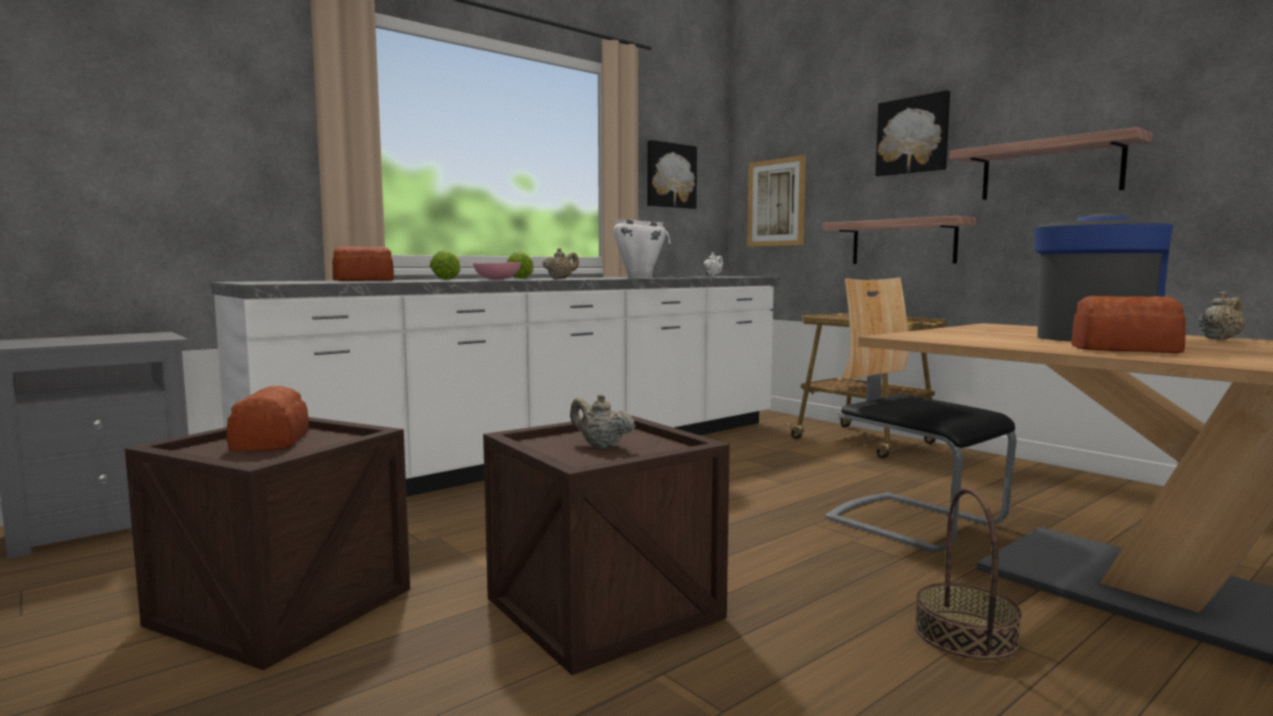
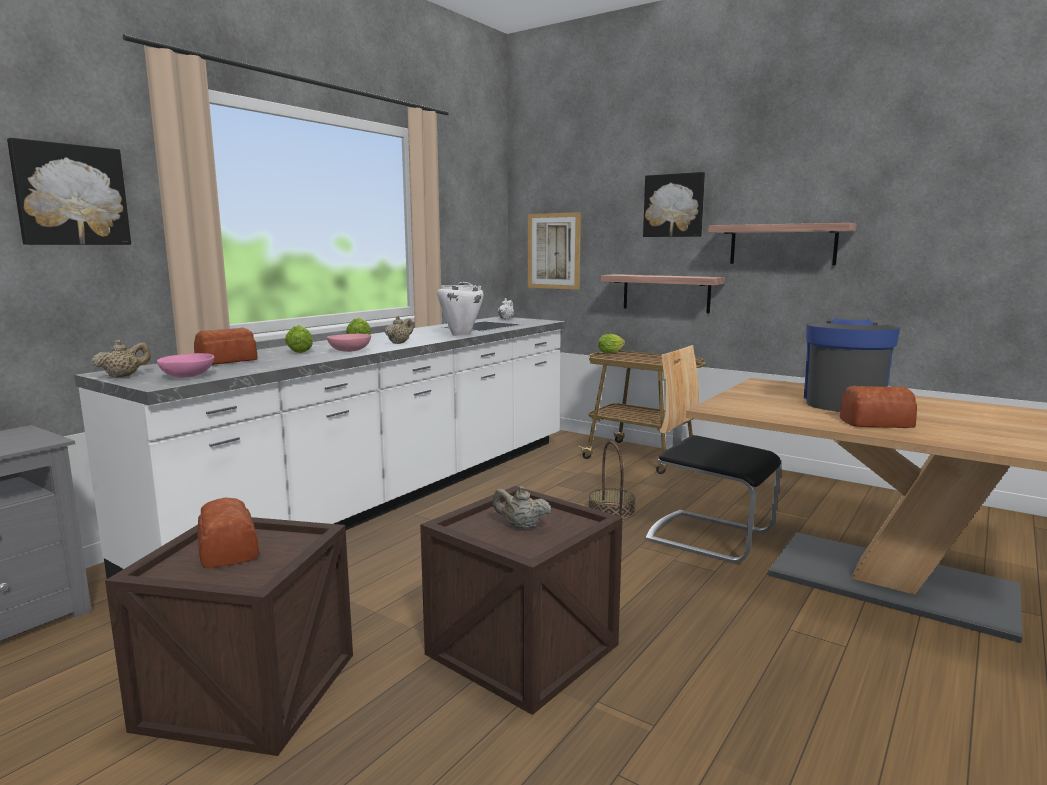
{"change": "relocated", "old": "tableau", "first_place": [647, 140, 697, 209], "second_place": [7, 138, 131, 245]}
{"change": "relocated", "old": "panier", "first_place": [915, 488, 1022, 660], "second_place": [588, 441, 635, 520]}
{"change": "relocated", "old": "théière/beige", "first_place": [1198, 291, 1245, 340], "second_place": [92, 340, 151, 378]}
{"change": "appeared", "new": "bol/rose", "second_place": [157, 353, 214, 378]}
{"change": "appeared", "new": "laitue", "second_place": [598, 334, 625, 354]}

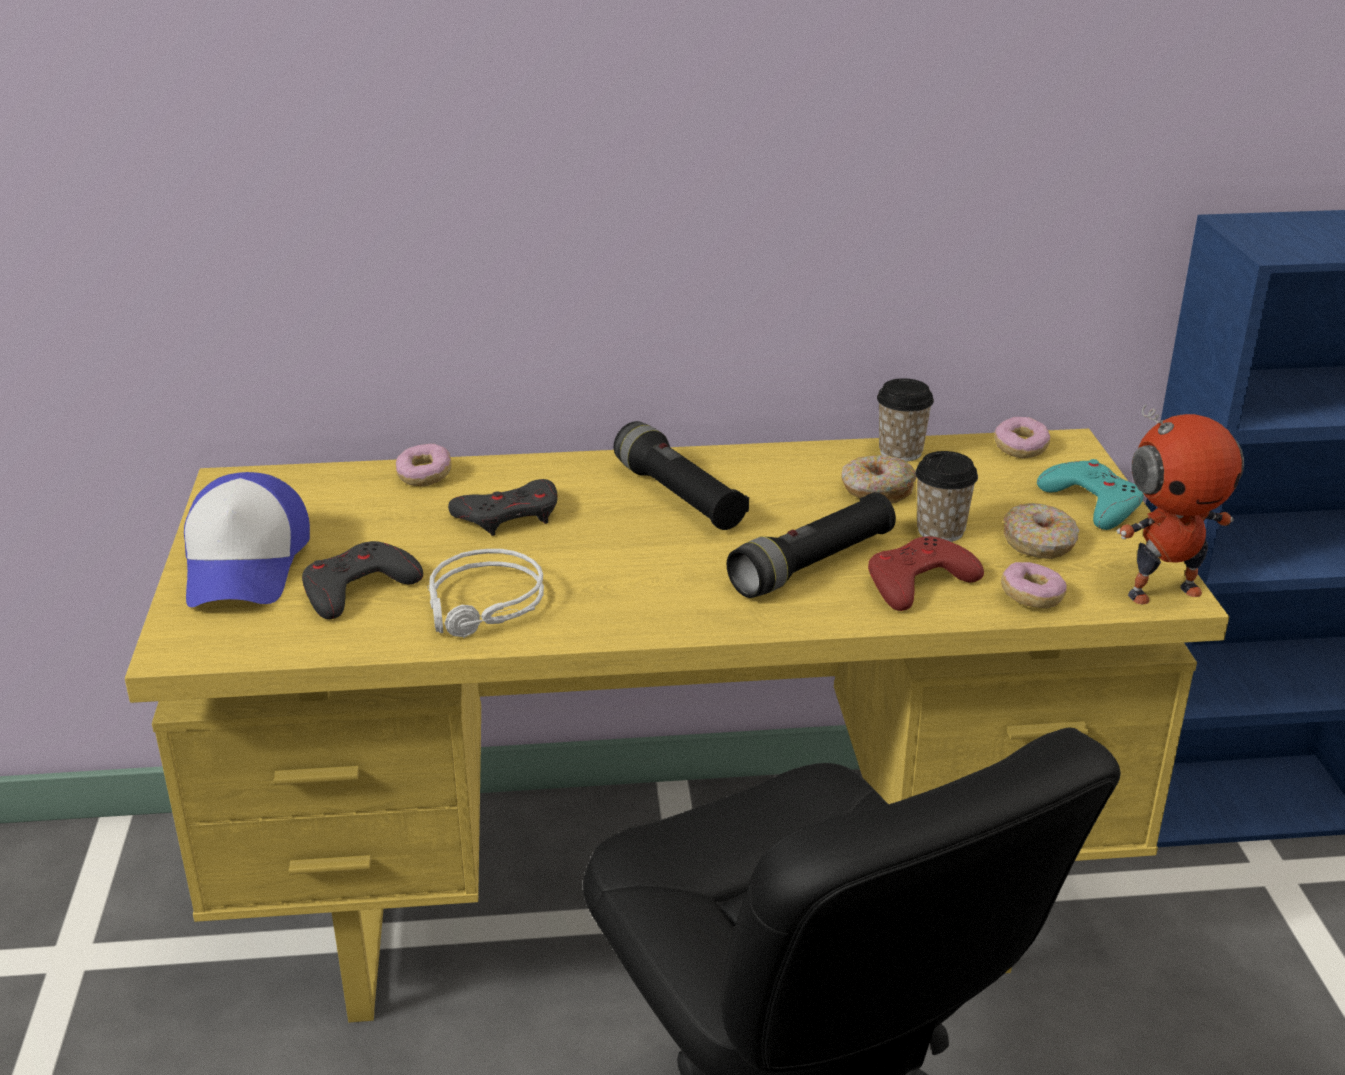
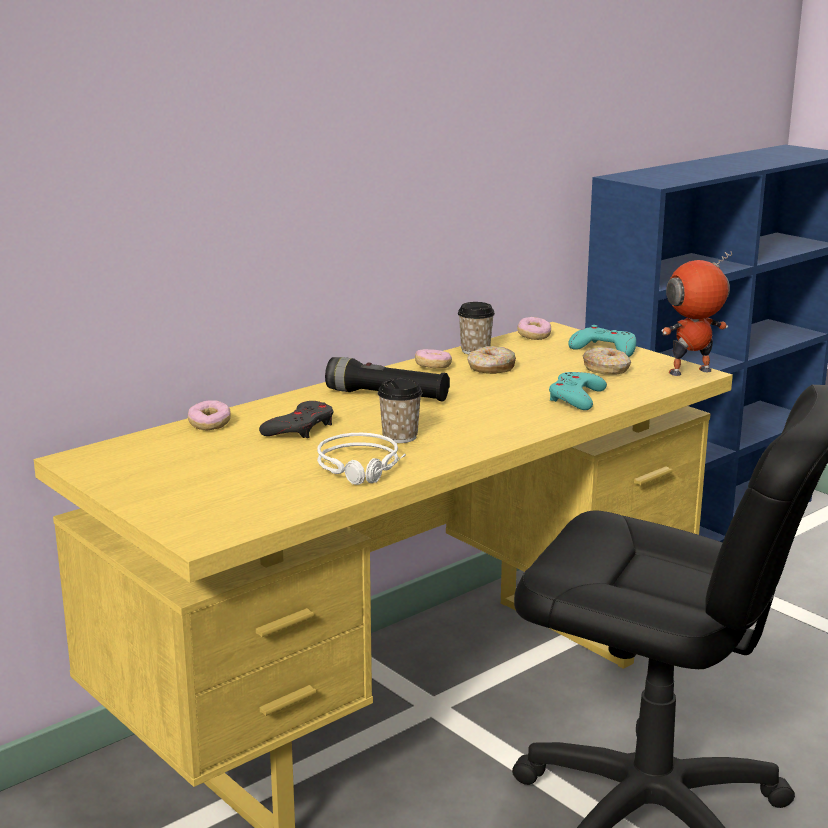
{"change": "missing", "old": "casquette", "first_place": [184, 472, 310, 607]}
{"change": "missing", "old": "manette/gris", "first_place": [302, 541, 423, 620]}
{"change": "missing", "old": "lampe de poche/noir", "first_place": [727, 492, 896, 598]}
{"change": "colour", "old": "manette/rouge", "new": "manette/turquoise", "first_place": [868, 536, 984, 611], "second_place": [549, 372, 607, 410]}
{"change": "relocated", "old": "tasse", "first_place": [915, 451, 978, 542], "second_place": [378, 378, 422, 443]}
{"change": "relocated", "old": "beignet", "first_place": [1001, 562, 1067, 609], "second_place": [415, 349, 452, 368]}
{"change": "spun", "old": "robot jouet", "first_place": [1117, 404, 1244, 604], "second_place": [662, 251, 732, 376], "degrees": -150}

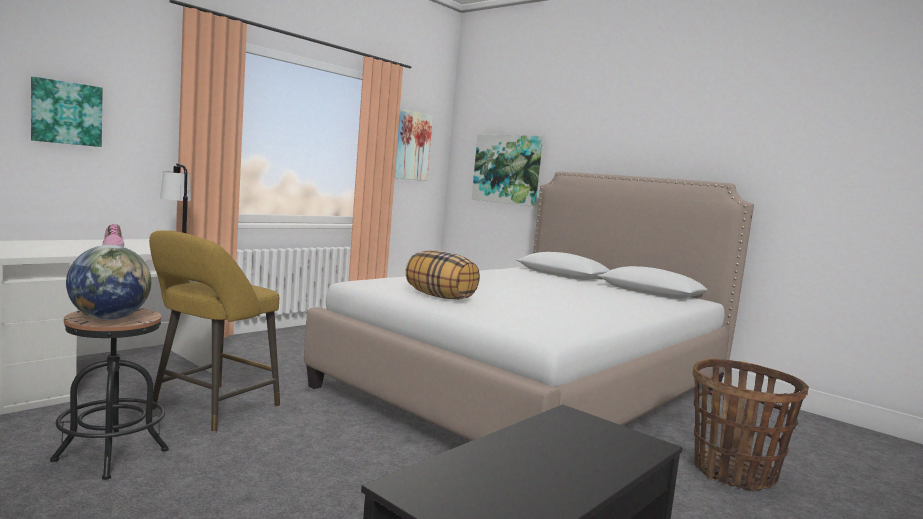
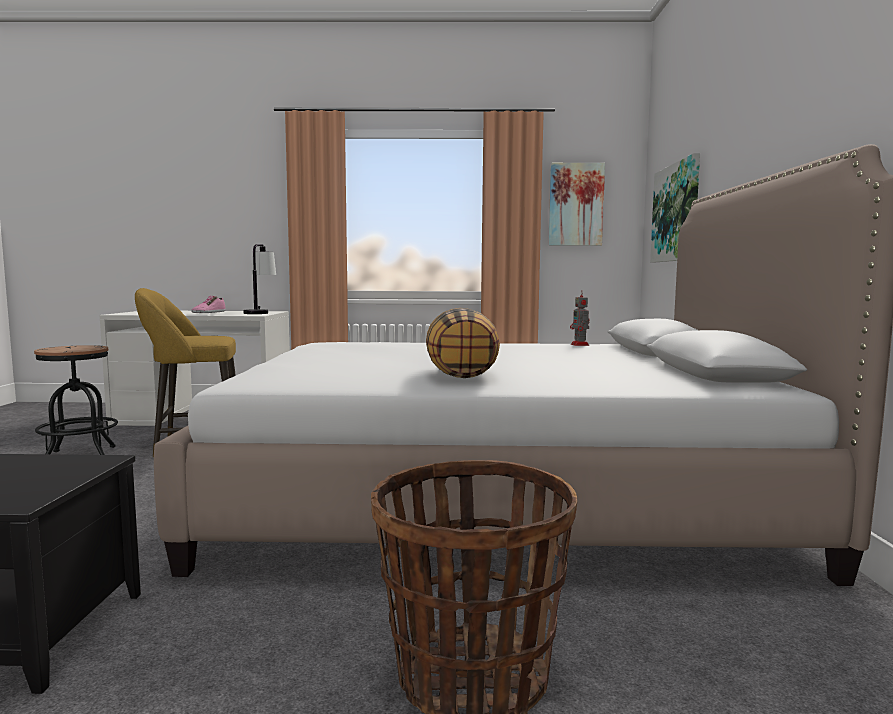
{"change": "missing", "old": "tableau", "first_place": [31, 77, 103, 147]}
{"change": "missing", "old": "globe", "first_place": [66, 245, 151, 320]}
{"change": "relocated", "old": "coussin", "first_place": [405, 250, 480, 300], "second_place": [426, 308, 500, 378]}
{"change": "appeared", "new": "robot jouet", "second_place": [570, 291, 590, 346]}

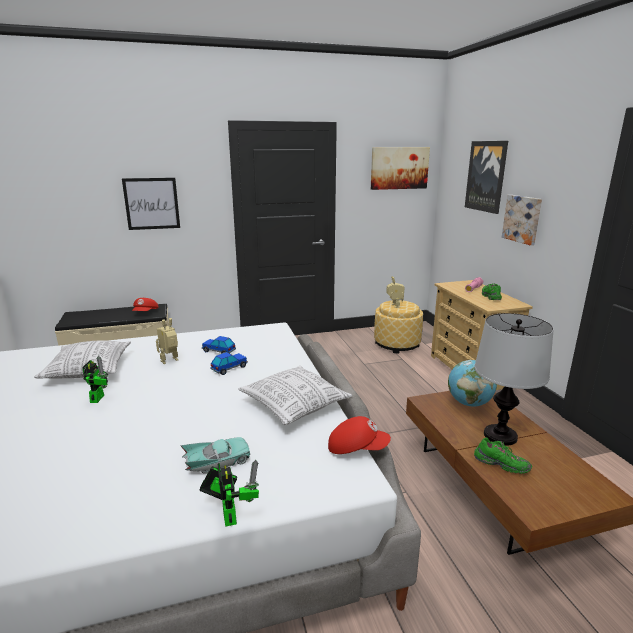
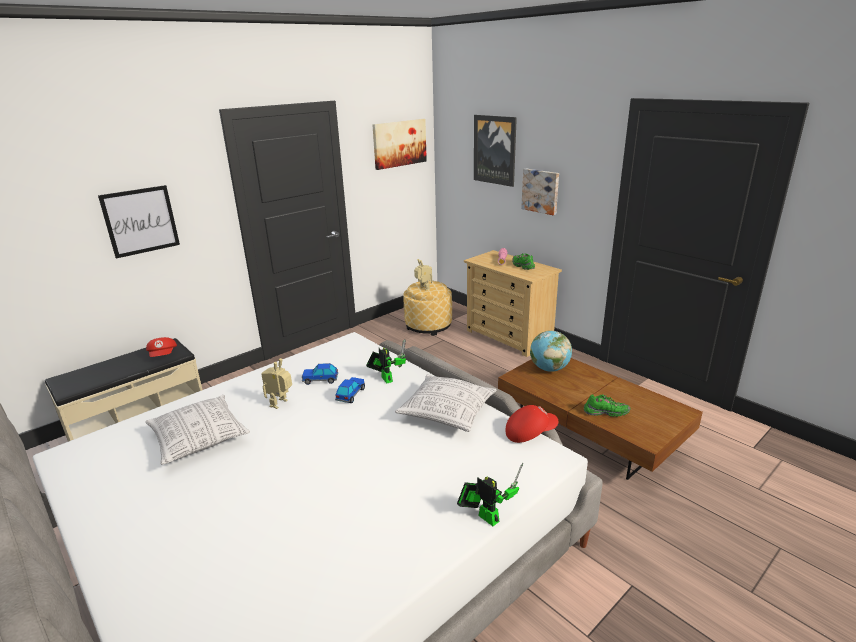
{"change": "relocated", "old": "robot jouet", "first_place": [82, 356, 108, 403], "second_place": [366, 339, 406, 384]}
{"change": "missing", "old": "petite voiture/turquoise", "first_place": [180, 437, 250, 474]}
{"change": "missing", "old": "lampe de table", "first_place": [474, 313, 554, 446]}

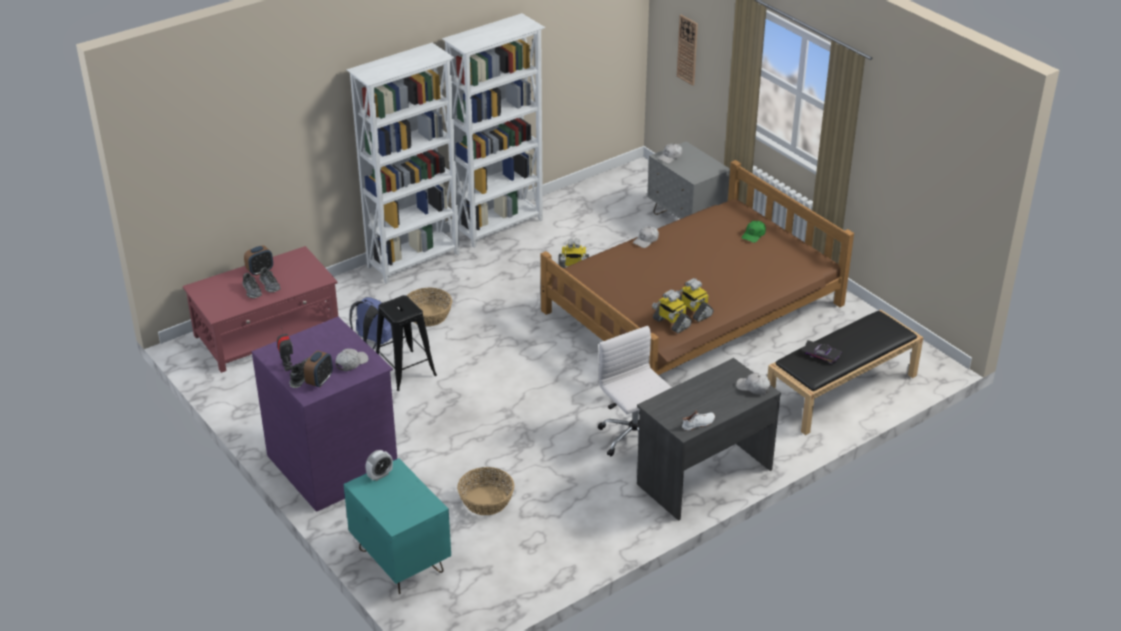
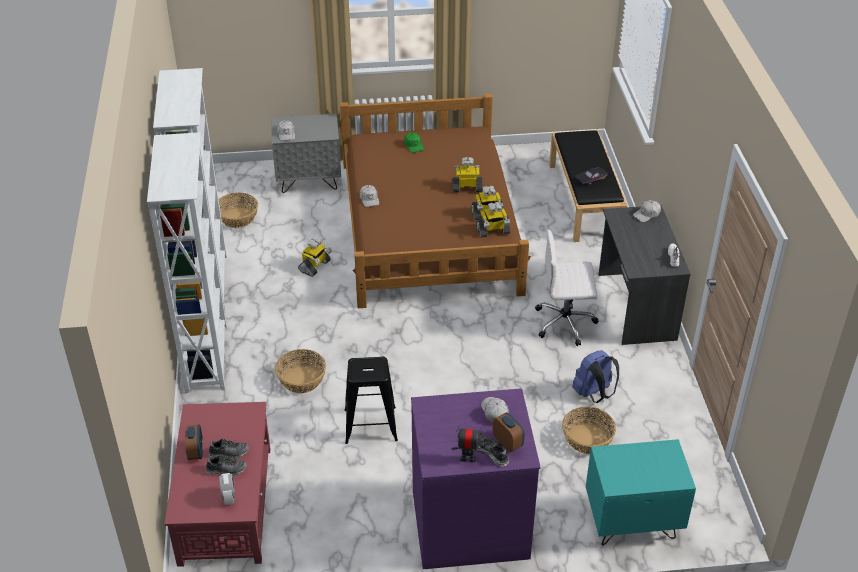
{"change": "relocated", "old": "sac à dos/bleu", "first_place": [350, 297, 392, 349], "second_place": [572, 351, 619, 403]}
{"change": "relocated", "old": "réveil", "first_place": [366, 450, 393, 481], "second_place": [219, 473, 235, 505]}
{"change": "missing", "old": "horloge murale", "first_place": [677, 15, 698, 86]}
{"change": "appeared", "new": "panier", "second_place": [219, 193, 258, 228]}
{"change": "appeared", "new": "robot jouet", "second_place": [452, 157, 482, 193]}

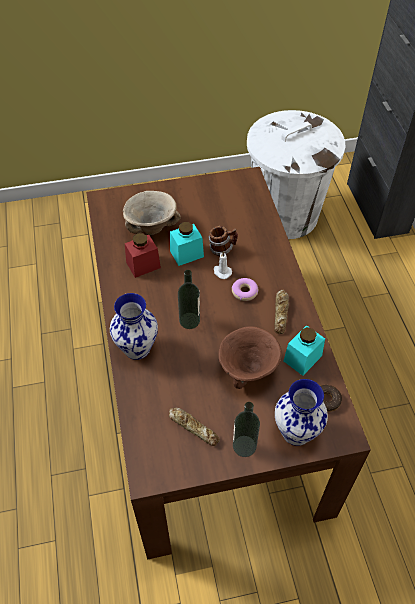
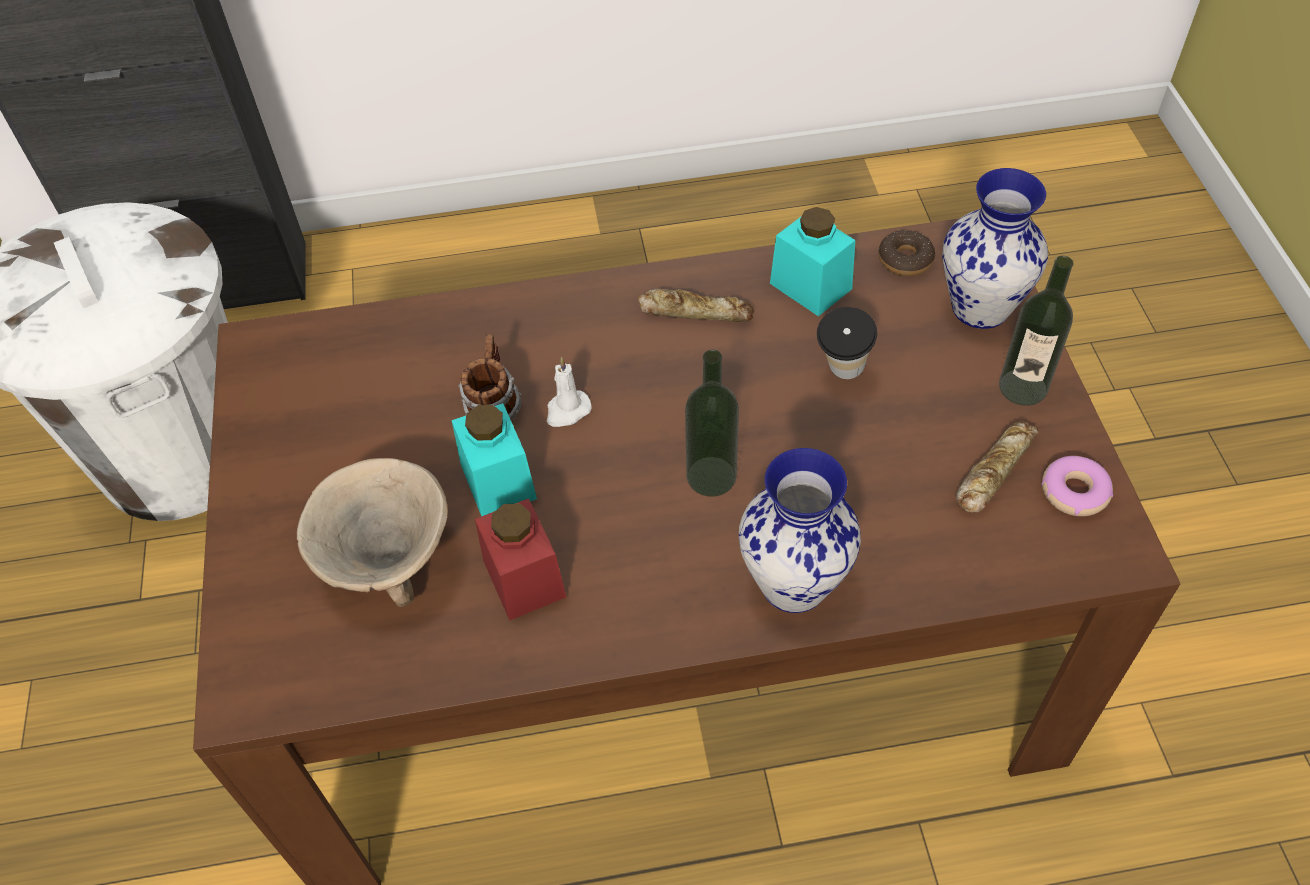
{"change": "exchanged", "old": "bol/marron", "new": "tasse", "first_place": [218, 326, 282, 389], "second_place": [817, 307, 877, 379]}
{"change": "relocated", "old": "beignet", "first_place": [231, 278, 258, 301], "second_place": [1041, 456, 1113, 516]}

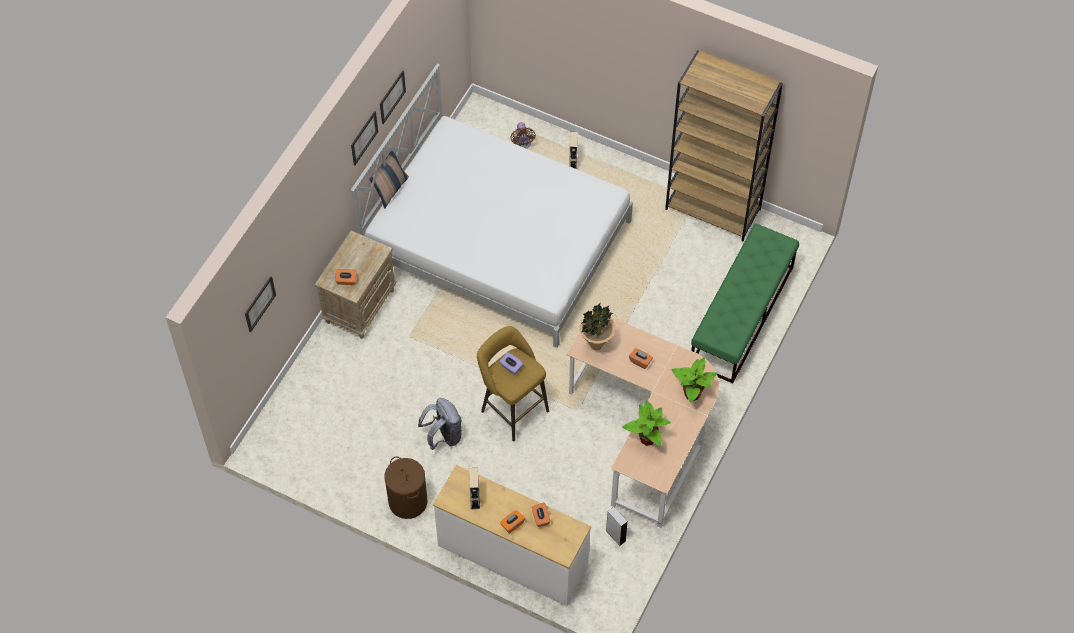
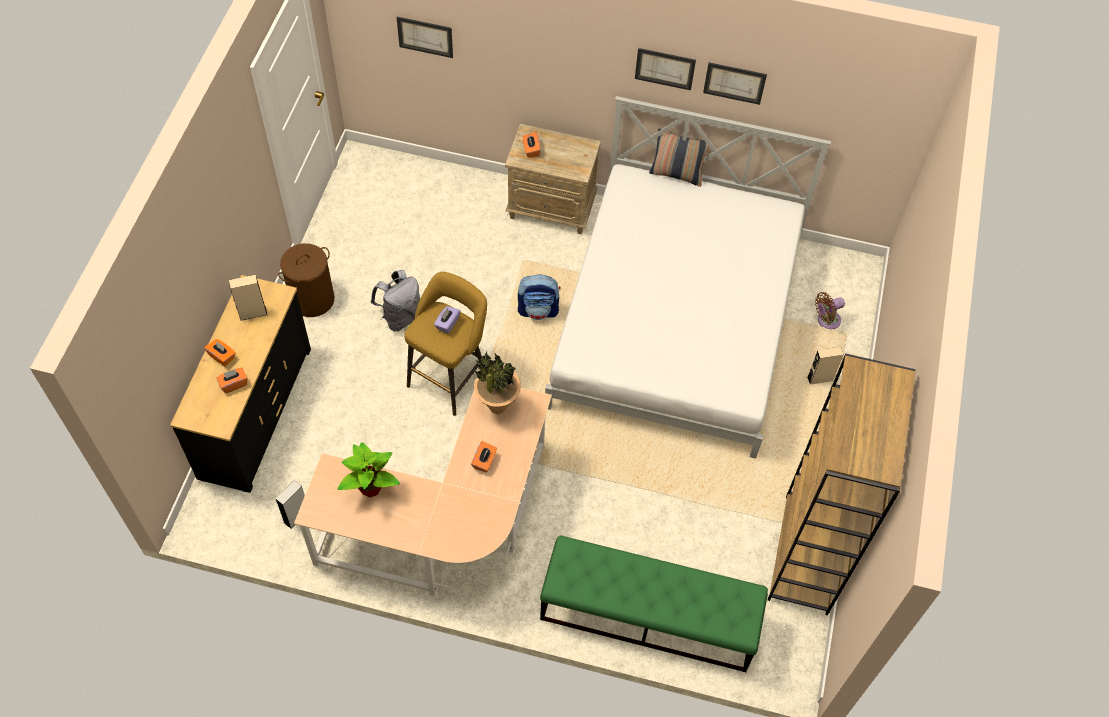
{"change": "colour", "old": "commode/blanc", "new": "commode/noir", "first_place": [433, 465, 591, 606], "second_place": [170, 275, 311, 493]}
{"change": "missing", "old": "plante en pot", "first_place": [671, 358, 717, 403]}
{"change": "appeared", "new": "sac à dos", "second_place": [518, 274, 561, 320]}

